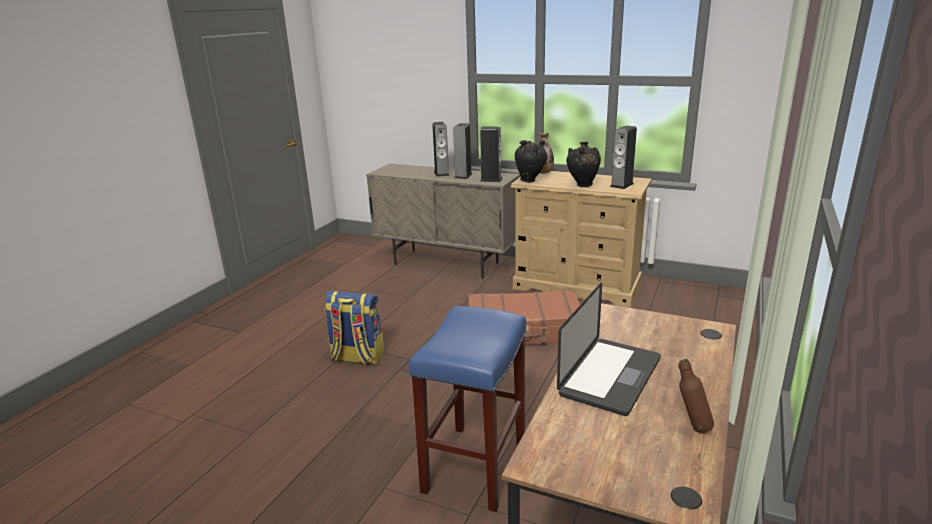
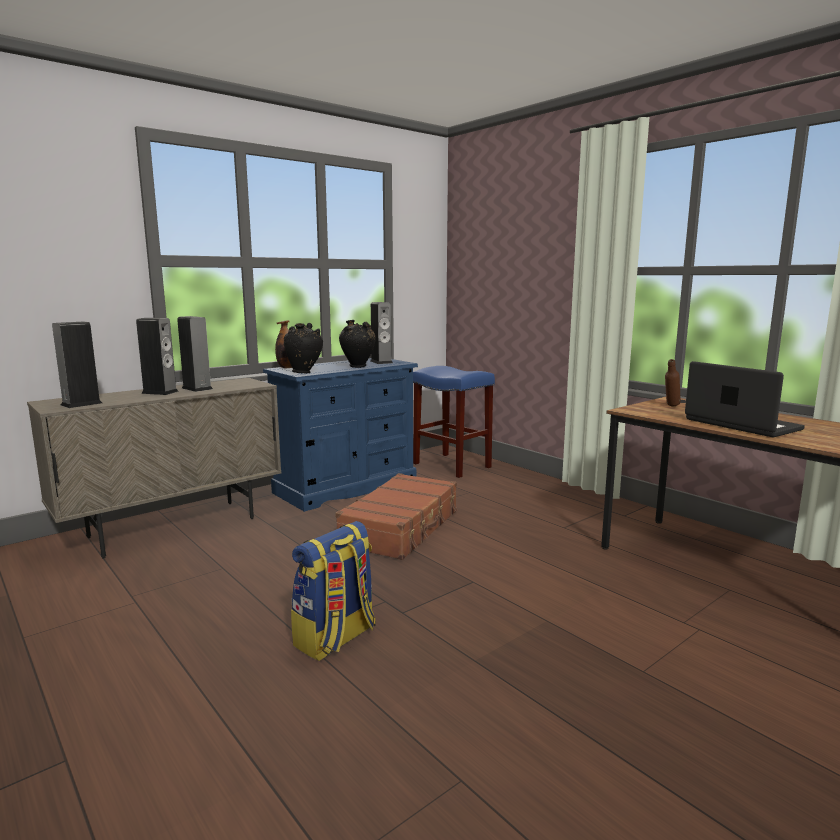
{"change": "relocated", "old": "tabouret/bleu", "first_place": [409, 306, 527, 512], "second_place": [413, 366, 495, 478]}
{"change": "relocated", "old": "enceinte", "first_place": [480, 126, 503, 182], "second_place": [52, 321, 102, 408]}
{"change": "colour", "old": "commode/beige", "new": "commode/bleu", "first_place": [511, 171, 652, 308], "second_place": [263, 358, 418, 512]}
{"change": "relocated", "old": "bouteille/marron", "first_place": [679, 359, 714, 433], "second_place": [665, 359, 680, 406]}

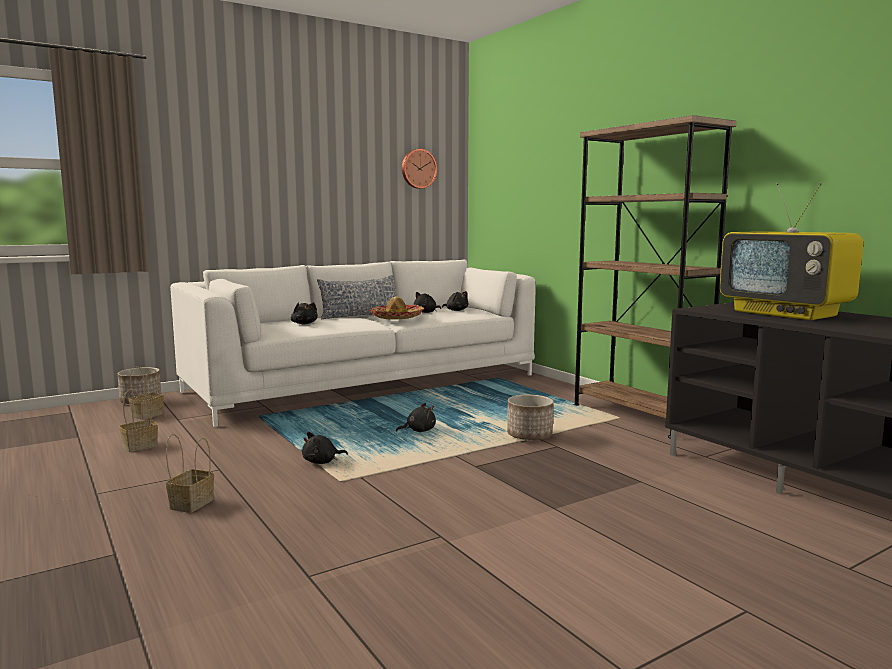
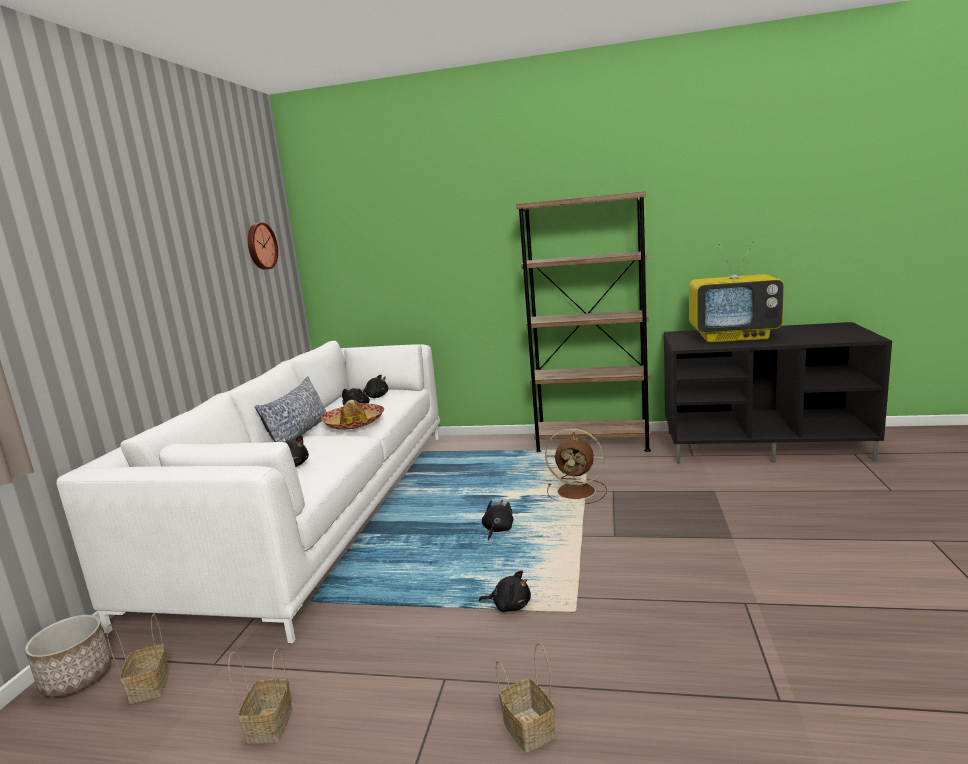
{"change": "spun", "old": "peluche/noir", "first_place": [302, 432, 348, 464], "second_place": [479, 570, 531, 612], "degrees": -90}
{"change": "exchanged", "old": "cache-pot", "new": "ventilateur/marron", "first_place": [507, 395, 554, 440], "second_place": [545, 428, 607, 504]}

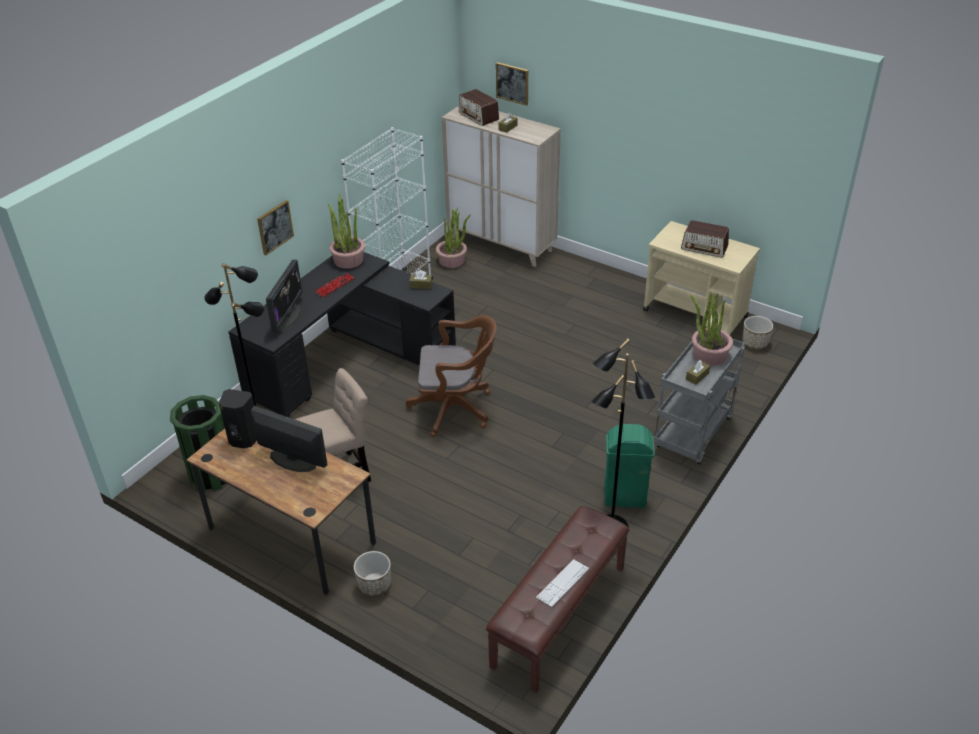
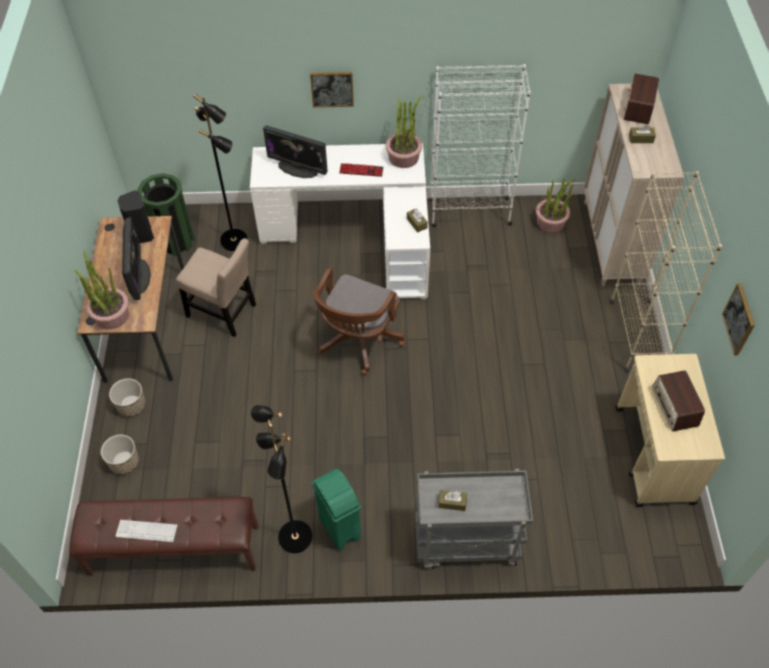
{"change": "colour", "old": "bureau/noir", "new": "bureau/blanc", "first_place": [228, 252, 456, 417], "second_place": [250, 143, 430, 299]}
{"change": "spun", "old": "écran d'ordinateur", "first_place": [266, 259, 303, 333], "second_place": [263, 125, 328, 178], "degrees": 45}
{"change": "spun", "old": "chaise de bureau/marron", "first_place": [406, 315, 496, 437], "second_place": [313, 268, 404, 375], "degrees": 60}
{"change": "relocated", "old": "tableau", "first_place": [496, 62, 528, 106], "second_place": [722, 283, 755, 355]}
{"change": "relocated", "old": "plante en pot", "first_place": [691, 293, 733, 366], "second_place": [75, 250, 129, 329]}
{"change": "relocated", "old": "cache-pot", "first_place": [742, 316, 773, 349], "second_place": [101, 435, 139, 474]}
{"change": "appeared", "new": "bibliothèque/beige", "second_place": [610, 171, 722, 372]}

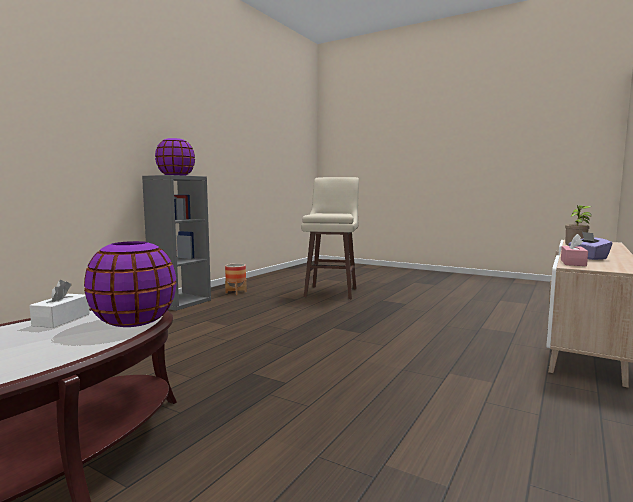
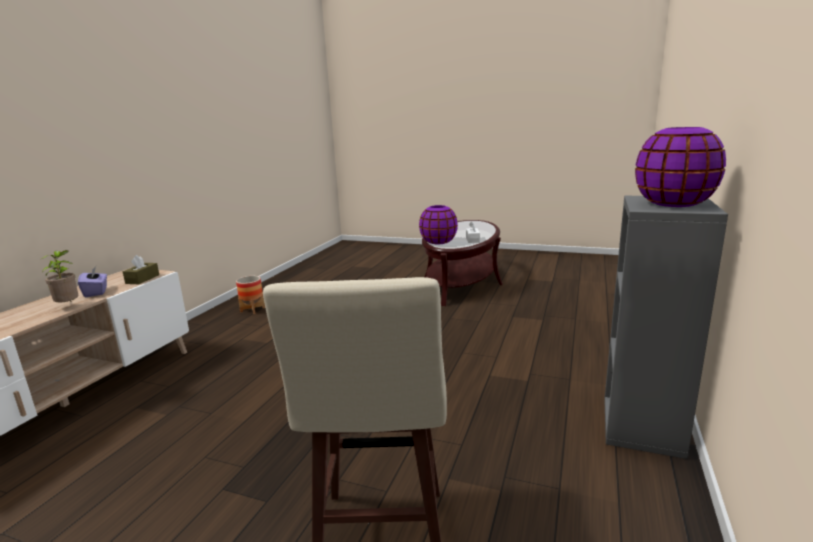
{"change": "relocated", "old": "cache-pot", "first_place": [225, 263, 247, 295], "second_place": [236, 276, 265, 314]}
{"change": "colour", "old": "boîte à mouchoirs/rose", "new": "boîte à mouchoirs/marron", "first_place": [561, 234, 588, 266], "second_place": [123, 255, 159, 284]}

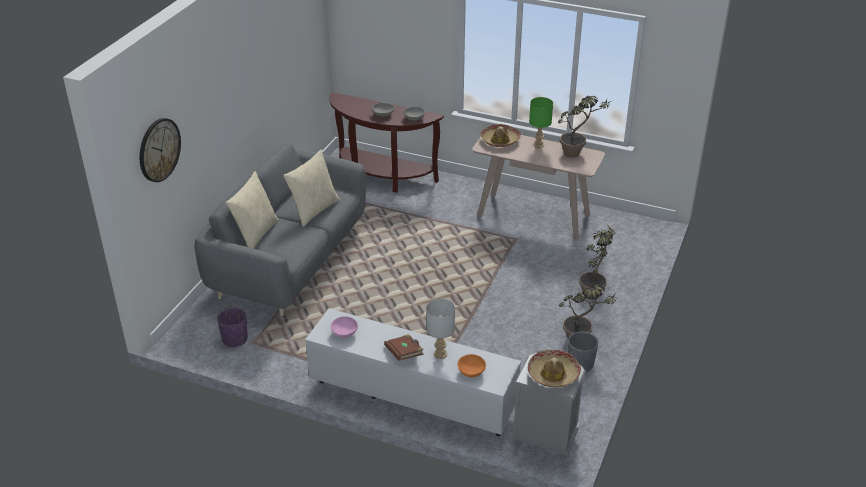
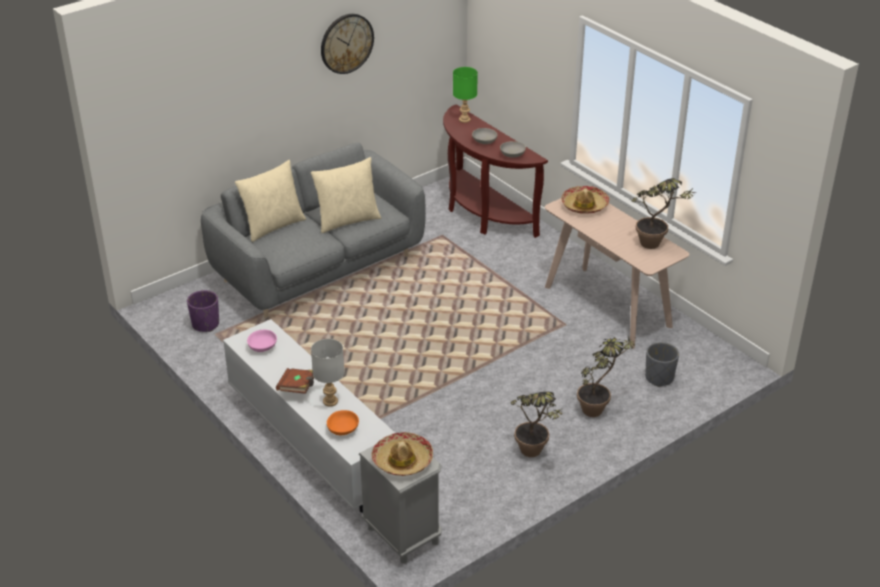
{"change": "relocated", "old": "horloge murale", "first_place": [140, 118, 181, 182], "second_place": [321, 14, 374, 74]}
{"change": "relocated", "old": "lampe de table/vert", "first_place": [529, 97, 553, 148], "second_place": [453, 67, 478, 123]}
{"change": "relocated", "old": "cache-pot/gris", "first_place": [568, 331, 598, 372], "second_place": [645, 342, 679, 387]}

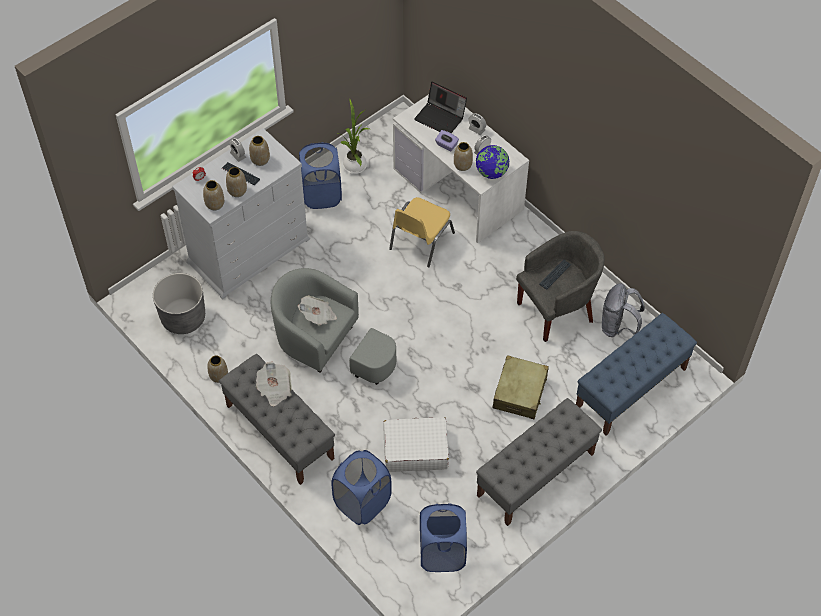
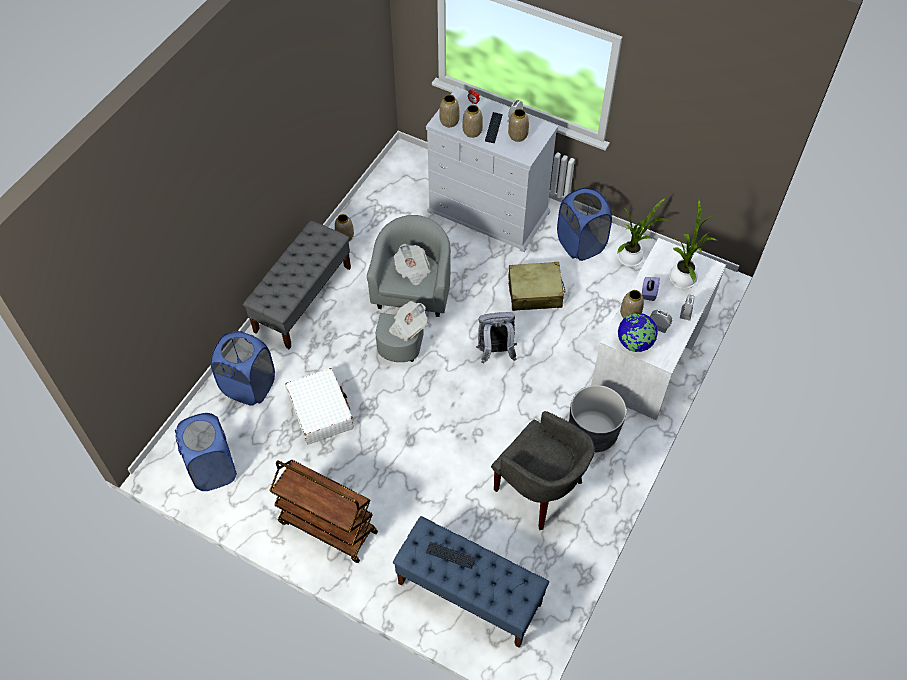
{"change": "relocated", "old": "cache-pot/gris", "first_place": [153, 273, 205, 334], "second_place": [569, 385, 626, 452]}
{"change": "relocated", "old": "journal", "first_place": [256, 361, 292, 406], "second_place": [389, 301, 427, 341]}
{"change": "missing", "old": "chaise/jaune", "first_place": [389, 197, 455, 267]}
{"change": "exchanged", "old": "ordinateur portable", "new": "plante en pot", "first_place": [414, 82, 467, 133], "second_place": [669, 198, 717, 289]}
{"change": "exchanged", "old": "banc/gris", "new": "chariot/marron", "first_place": [476, 398, 602, 526], "second_place": [269, 460, 378, 563]}
{"change": "relocated", "old": "valise/beige", "first_place": [493, 355, 549, 419], "second_place": [508, 262, 566, 311]}
{"change": "relocated", "old": "clavier", "first_place": [539, 259, 571, 290], "second_place": [426, 542, 476, 569]}
{"change": "relocated", "old": "sac à dos/gris", "first_place": [602, 283, 645, 337], "second_place": [476, 312, 517, 363]}

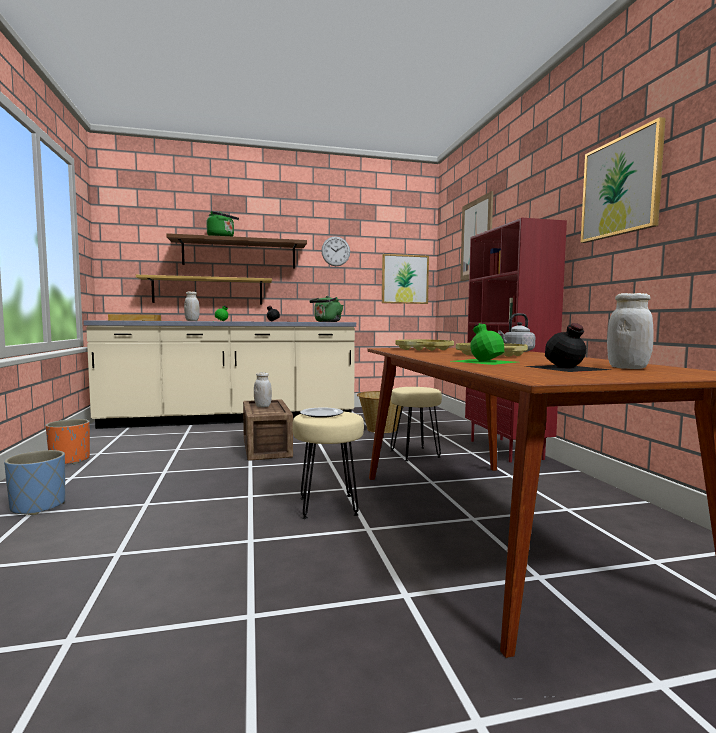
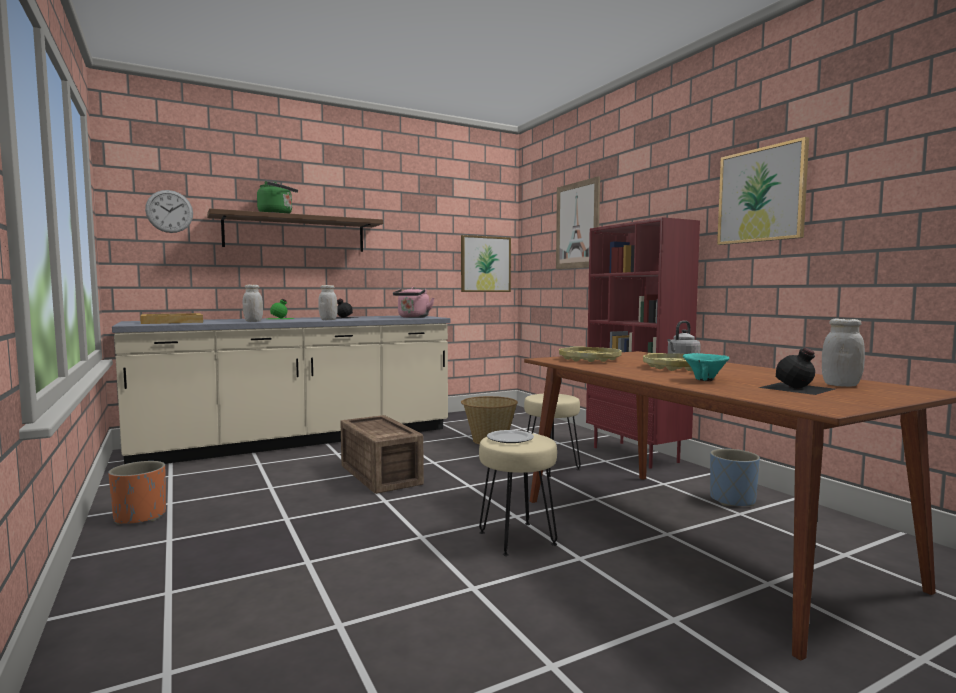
{"change": "relocated", "old": "cache-pot/bleu", "first_place": [4, 450, 65, 515], "second_place": [710, 449, 760, 506]}
{"change": "missing", "old": "étagère", "first_place": [136, 275, 272, 304]}
{"change": "relocated", "old": "bocal/blanc", "first_place": [254, 372, 272, 407], "second_place": [318, 285, 337, 320]}
{"change": "colour", "old": "bouilloire/vert", "new": "bouilloire/rose", "first_place": [310, 296, 343, 322], "second_place": [393, 287, 434, 318]}
{"change": "relocated", "old": "horloge murale", "first_place": [321, 237, 350, 266], "second_place": [145, 190, 193, 233]}
{"change": "exchanged", "old": "bouteille/vert", "new": "bol/turquoise", "first_place": [452, 322, 516, 365], "second_place": [683, 353, 730, 381]}

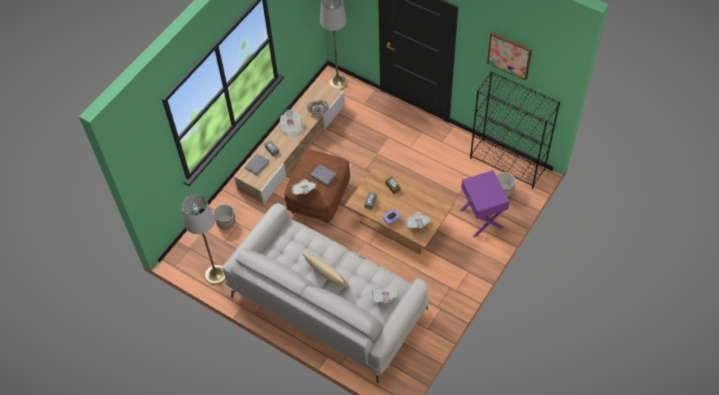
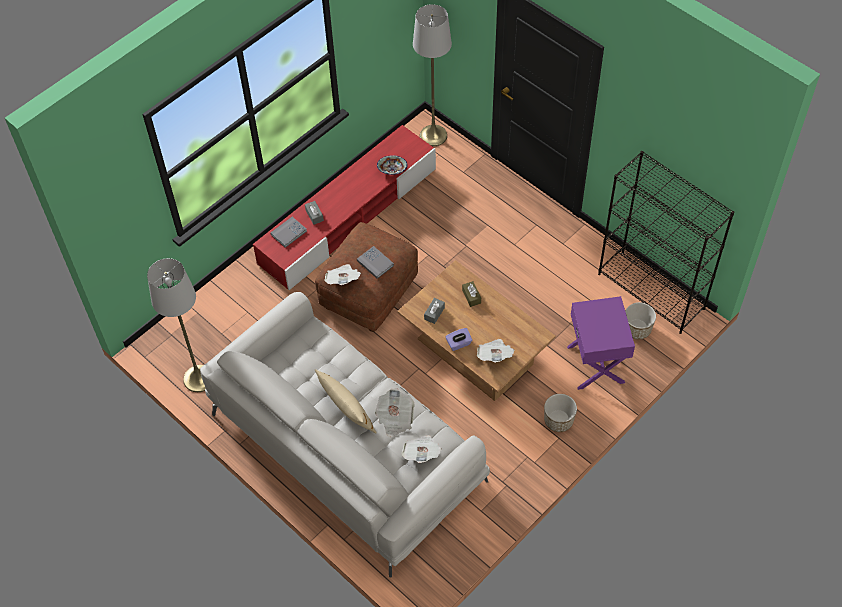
{"change": "relocated", "old": "cache-pot", "first_place": [213, 204, 236, 229], "second_place": [544, 394, 577, 432]}
{"change": "colour", "old": "meuble télé/beige", "new": "meuble télé/rouge", "first_place": [234, 79, 345, 204], "second_place": [253, 125, 436, 290]}
{"change": "relocated", "old": "journal", "first_place": [279, 110, 303, 139], "second_place": [375, 388, 415, 437]}
{"change": "missing", "old": "tableau", "first_place": [487, 32, 532, 81]}

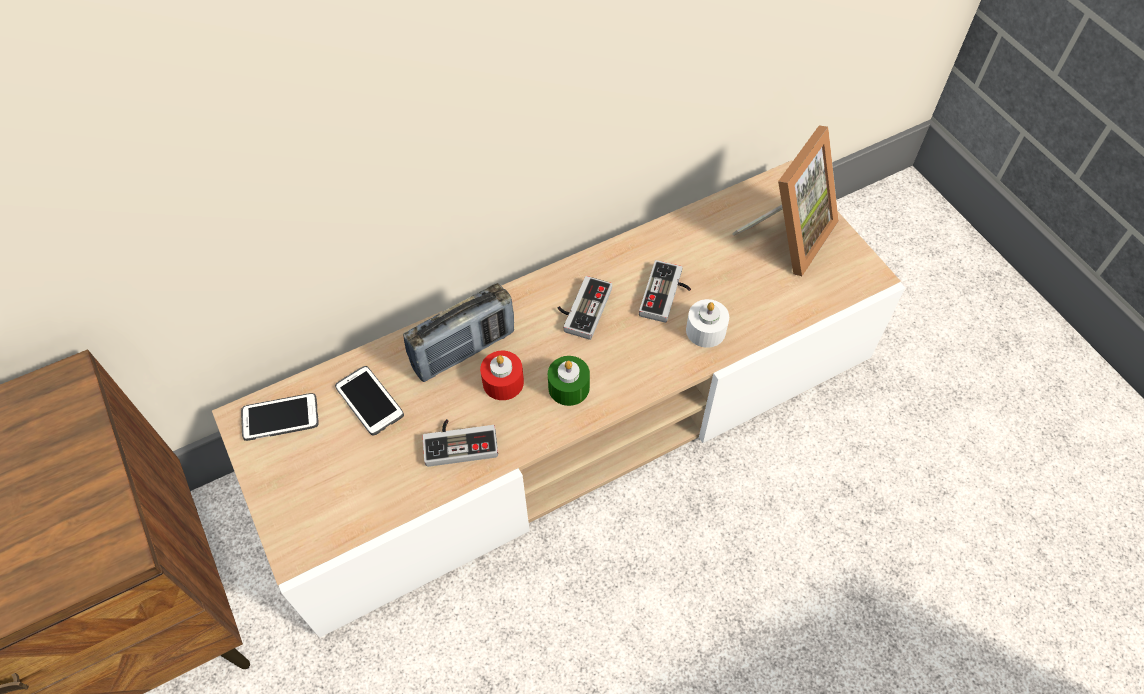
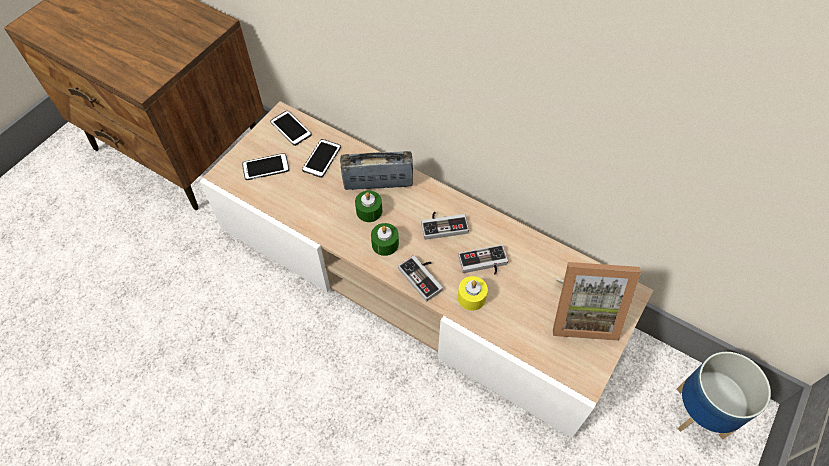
{"change": "spun", "old": "radio", "first_place": [403, 283, 514, 382], "second_place": [340, 151, 413, 190], "degrees": 150}
{"change": "relocated", "old": "manette", "first_place": [422, 419, 498, 467], "second_place": [398, 255, 443, 302]}
{"change": "colour", "old": "bougie/rouge", "new": "bougie/vert", "first_place": [480, 351, 524, 400], "second_place": [355, 190, 382, 222]}
{"change": "colour", "old": "bougie/blanc", "new": "bougie/jaune", "first_place": [686, 299, 729, 348], "second_place": [458, 276, 488, 311]}
{"change": "appeared", "new": "téléphone", "second_place": [242, 153, 289, 180]}
{"change": "appeared", "new": "cache-pot", "second_place": [676, 352, 771, 439]}

